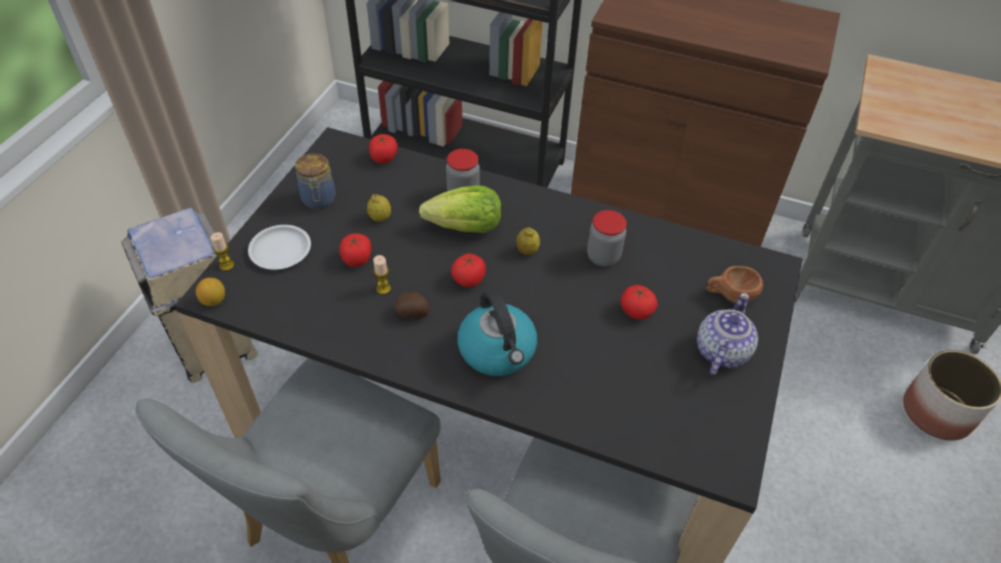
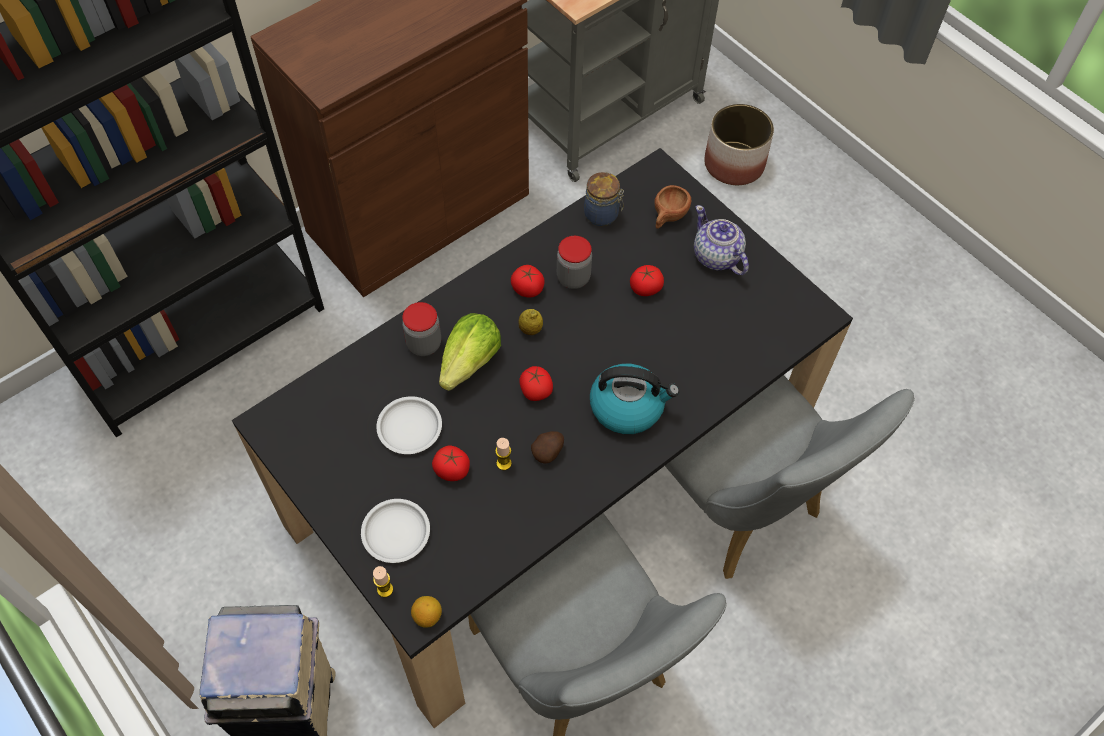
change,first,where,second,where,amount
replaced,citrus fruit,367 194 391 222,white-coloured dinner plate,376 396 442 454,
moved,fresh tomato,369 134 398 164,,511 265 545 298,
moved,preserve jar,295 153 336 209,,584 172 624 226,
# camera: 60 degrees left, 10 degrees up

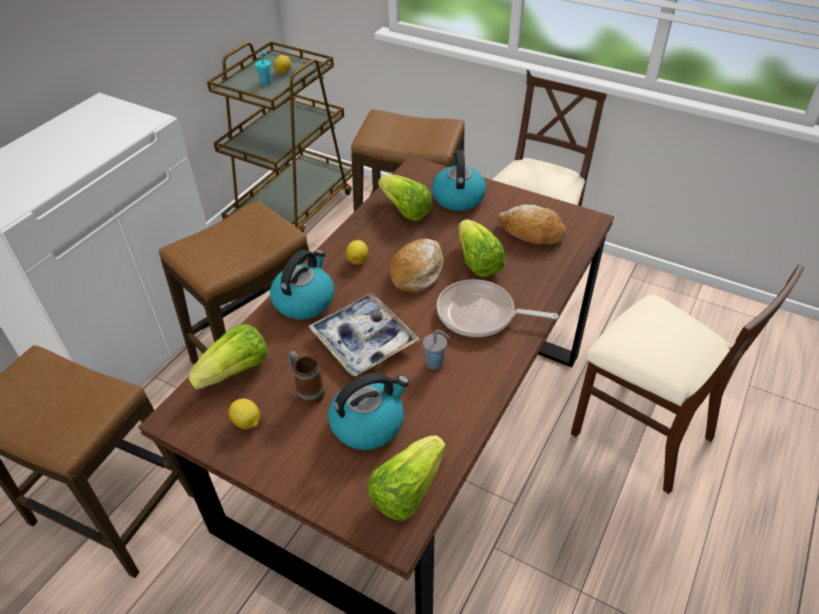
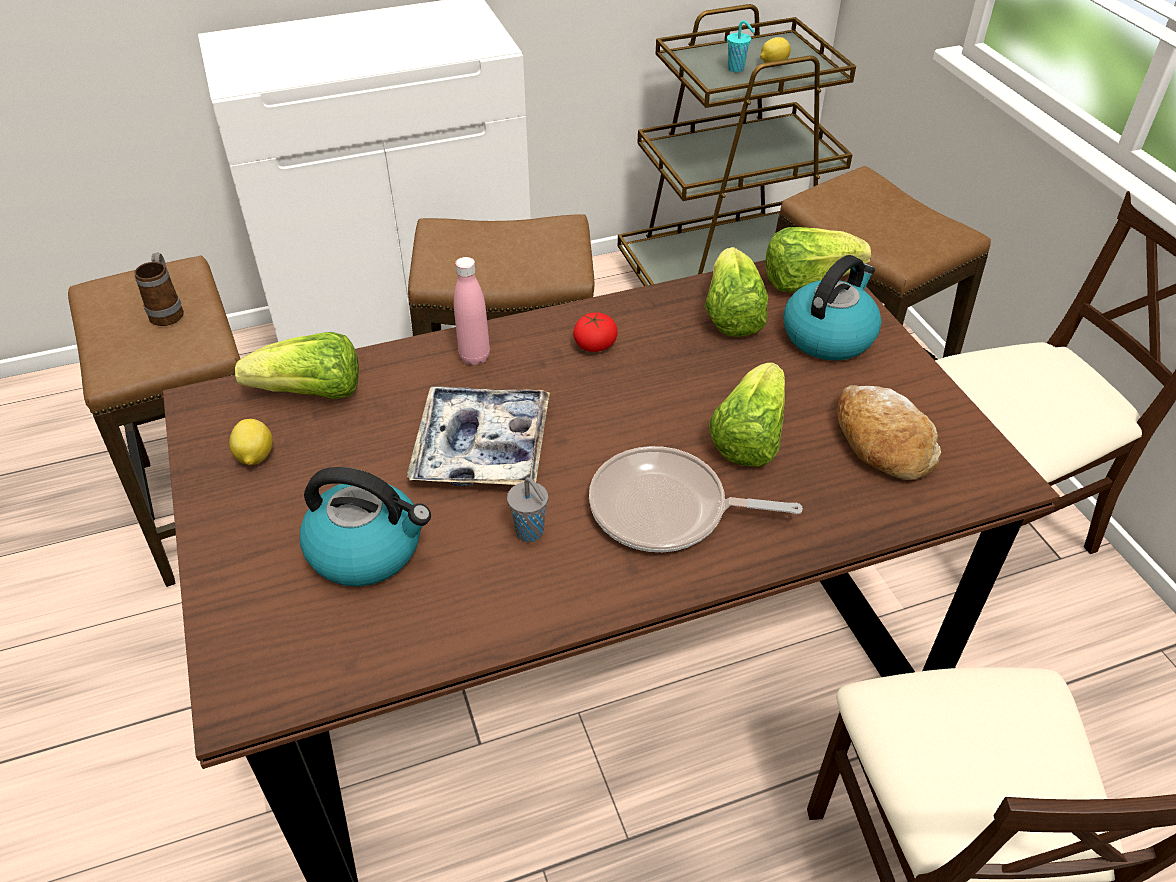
change,first,where,second,where,amount
moved,coffee mug,288 351 325 405,,134 252 184 326,
replaced,kettle,270 250 334 320,pink beverage bottle,454 257 490 366,
replaced,citrus fruit,346 240 368 265,fresh tomato,573 313 618 352,
turned,pan,437 279 559 337,,589 446 803 552,45 degrees counterclockwise
moved,lettuce head,367 435 446 521,,765 227 871 292,
removed,baked bread,389 238 444 293,,,
# camera: 40 degrees right, 0 degrees up

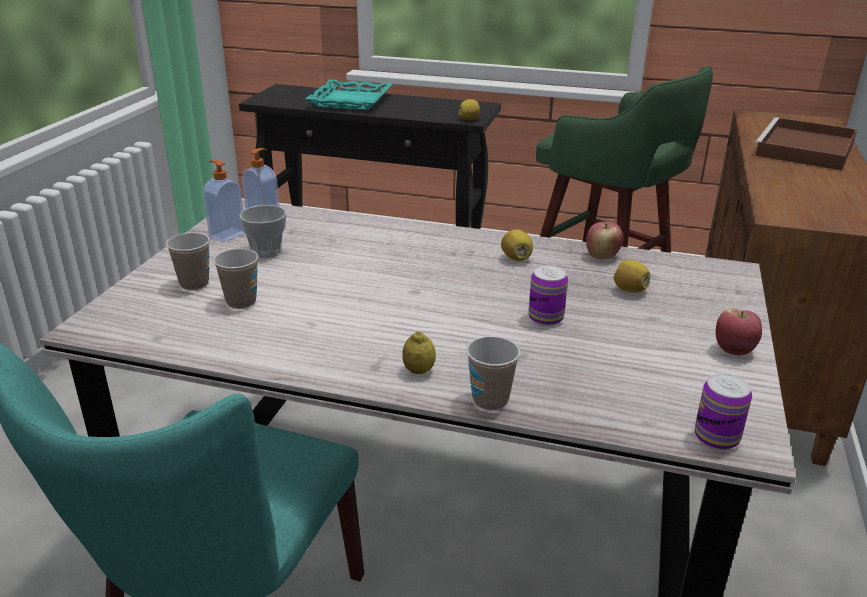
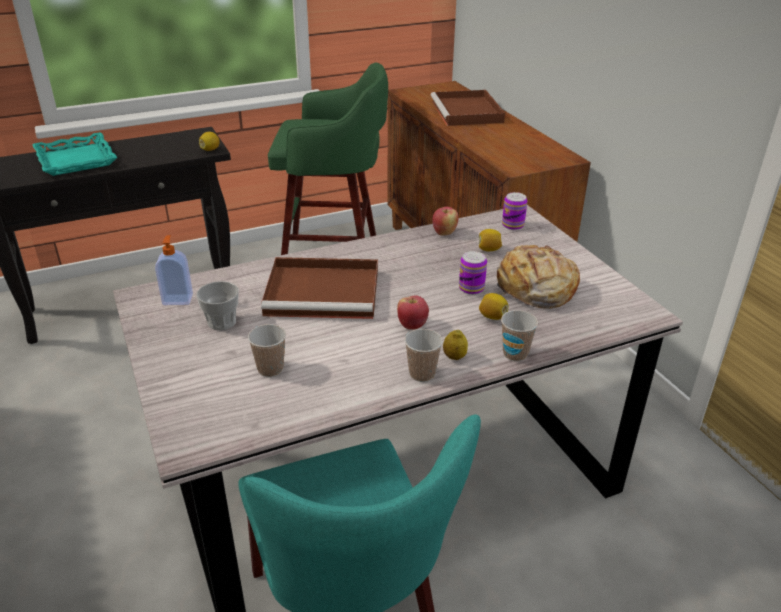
change,first,where,second,where,amount
added,,,brownish tray,261 257 378 319,
moved,apple fruit,716 308 762 355,,397 295 429 330,
moved,small cup,166 233 210 290,,405 329 443 382,
moved,citrus fruit,501 229 533 261,,479 293 508 320,
added,,,baked bread,497 245 580 309,
moved,metal can,695 374 752 450,,502 192 527 230,
removed,soap dispenser,203 160 245 242,,,
# camera: 40 degrees left, 5 degrees up

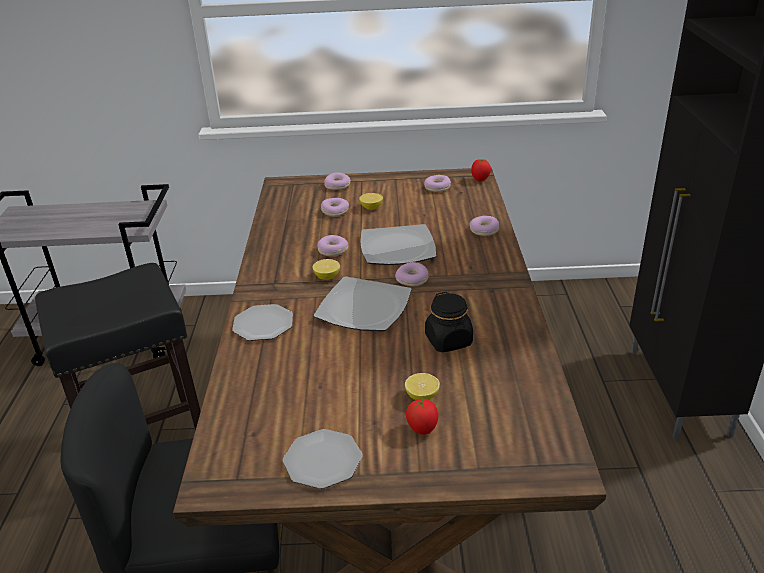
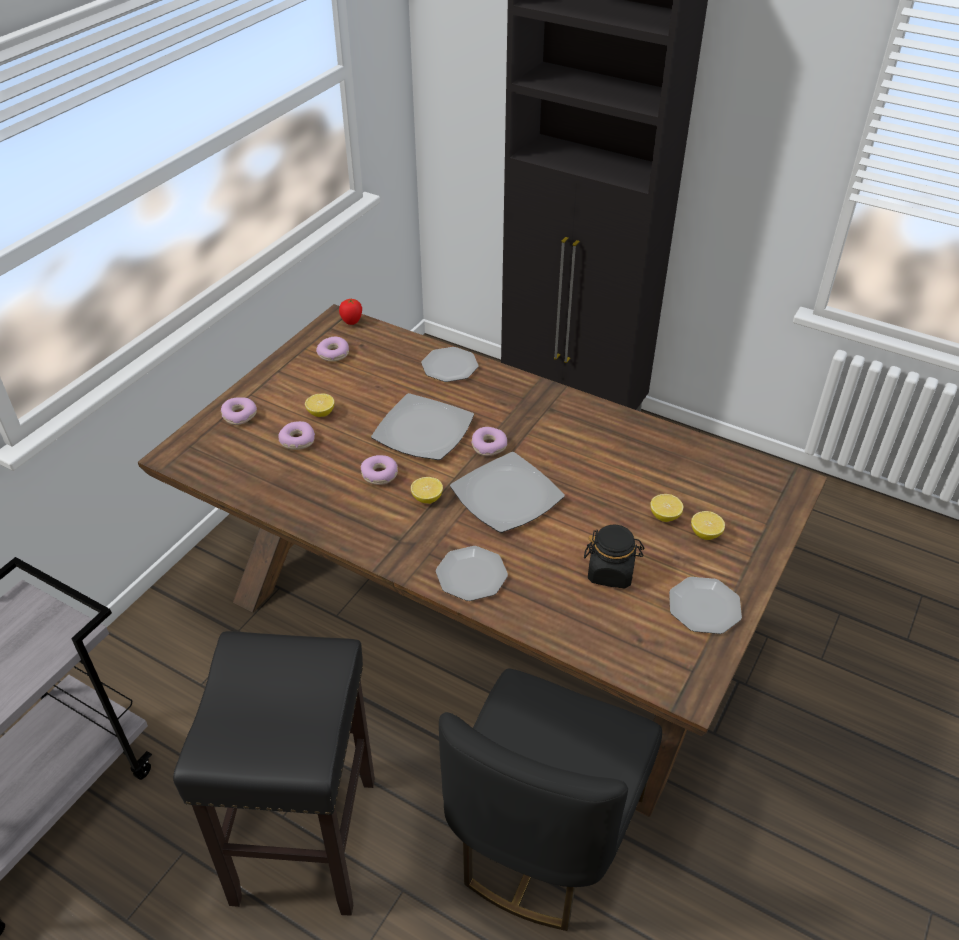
change,first,where,second,where,amount
replaced,ring doughnut,469 216 499 236,dinner plate,421 347 479 382,
moved,blackish preserve jar,425 292 473 353,,584 525 645 588,
replaced,fresh tomato,406 399 438 435,citrus fruit,691 511 725 540,
# camera: 60 degrees left, 10 degrees up

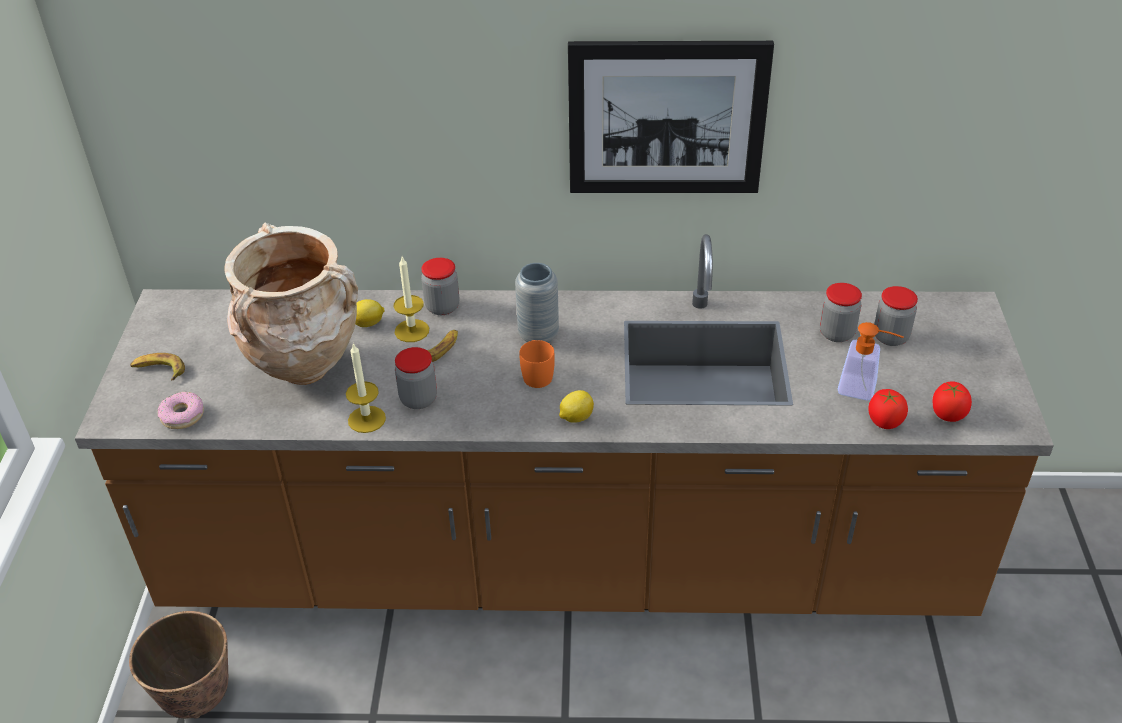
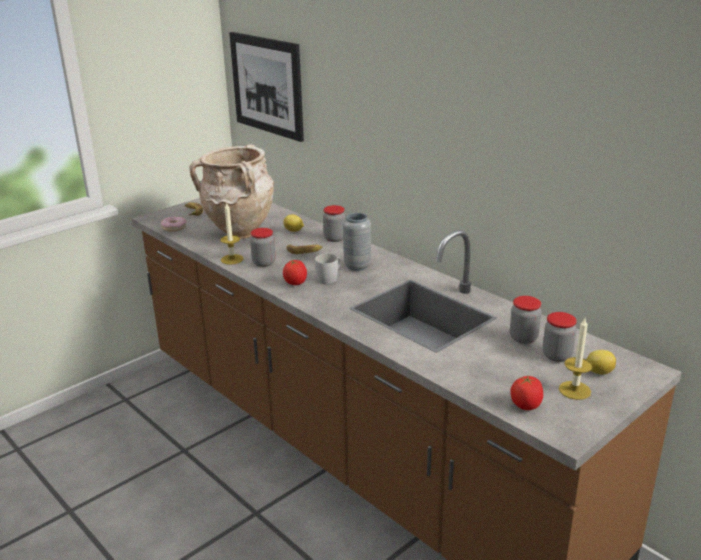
change,first,where,second,where,amount
moved,wall picture,568 41 774 193,,229 32 304 142,
moved,fresh tomato,869 389 908 429,,283 260 307 285,
recoloured,orange coffee mug,519 340 555 388,white-coloured coffee mug,315 254 340 284,
moved,wax candle,393 257 429 342,,559 318 593 400,
moved,citrus fruit,559 390 594 423,,586 350 616 374,
removed,planter,129 611 228 719,,,
removed,soap dispenser,838 322 904 400,,,
# camera: 45 degrees right, 15 degrees down

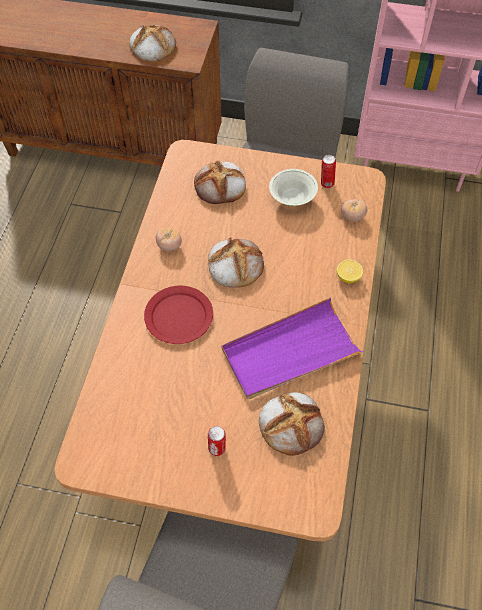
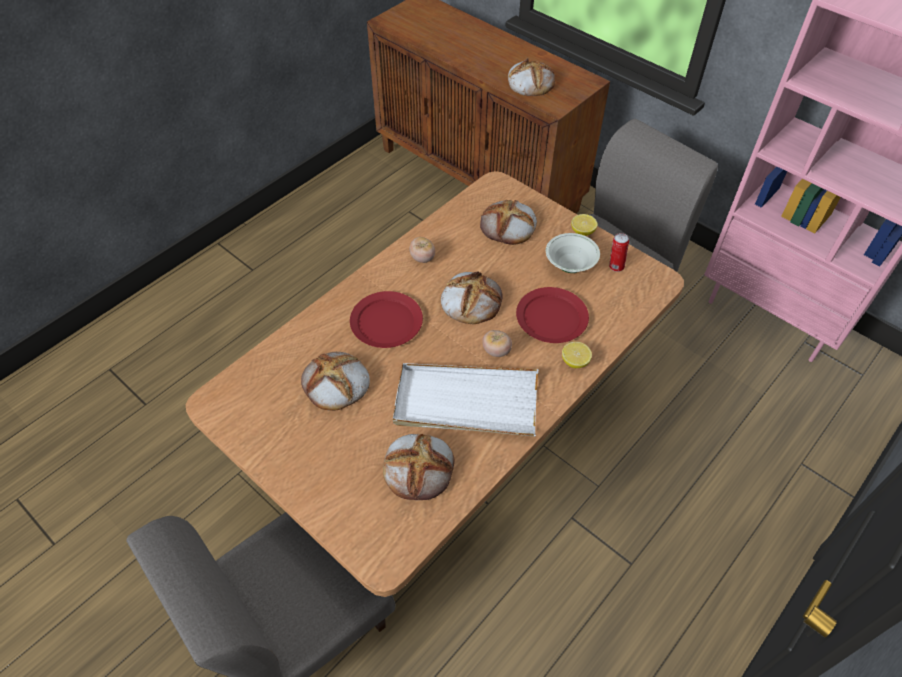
change,first,where,second,where,amount
added,,,baked bread,301 352 370 411,
recoloured,purplish tray,222 298 364 399,white-coloured tray,393 363 538 437,
moved,fresh tomato,341 199 367 221,,482 330 512 357,
added,,,red-coloured dinner plate,516 287 589 343,
added,,,citrus fruit,571 214 598 236,
removed,metal can,208 426 226 456,,,
# camera: 30 degrees right, 5 degrees down

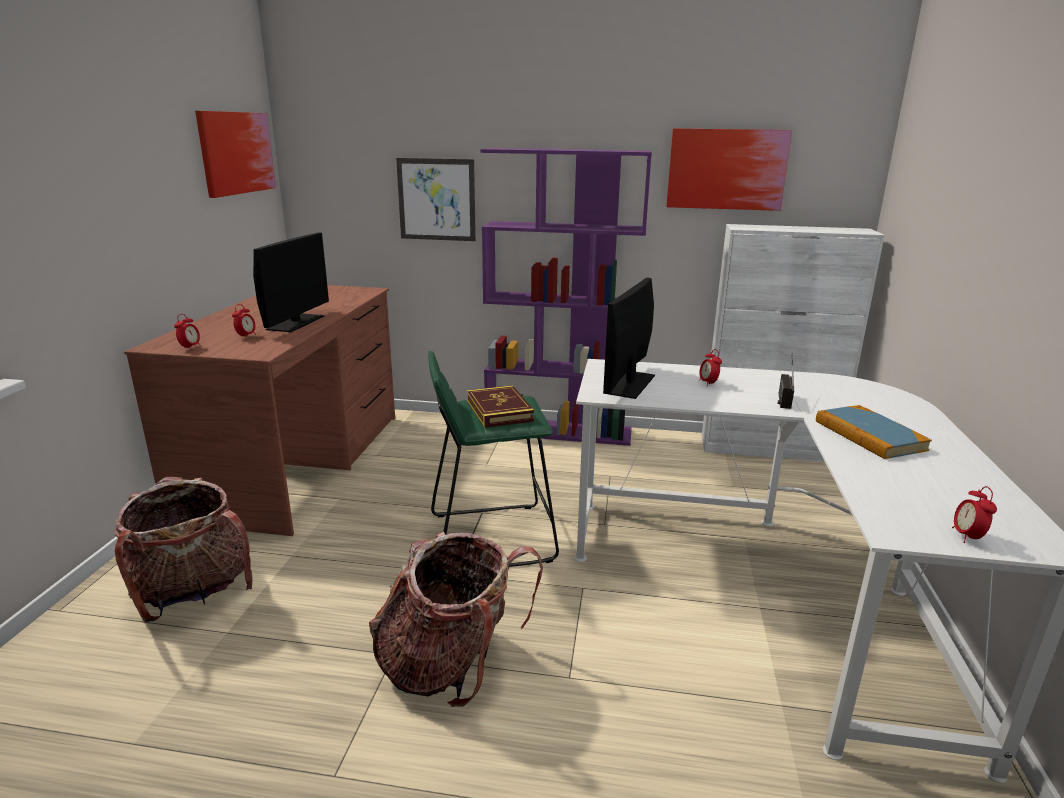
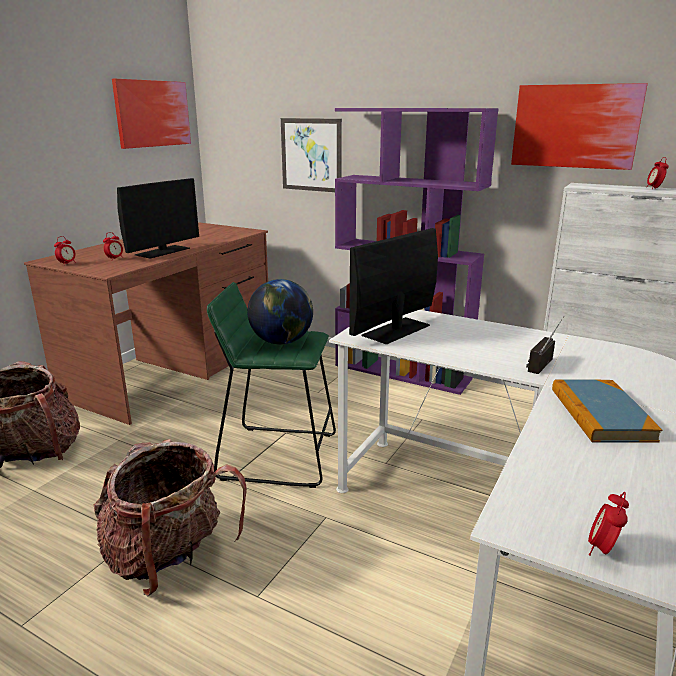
change,first,where,second,where,amount
replaced,volume,467 385 534 428,globe,247 279 313 345,
moved,table clock,699 349 722 387,,647 157 669 189,
# camera: 20 degrees right, 0 degrees up

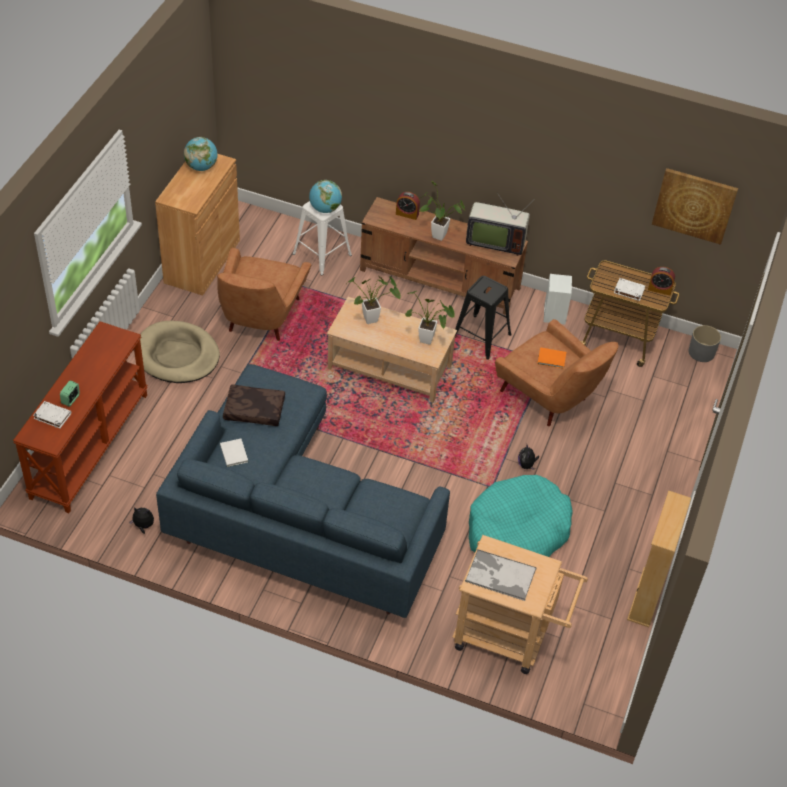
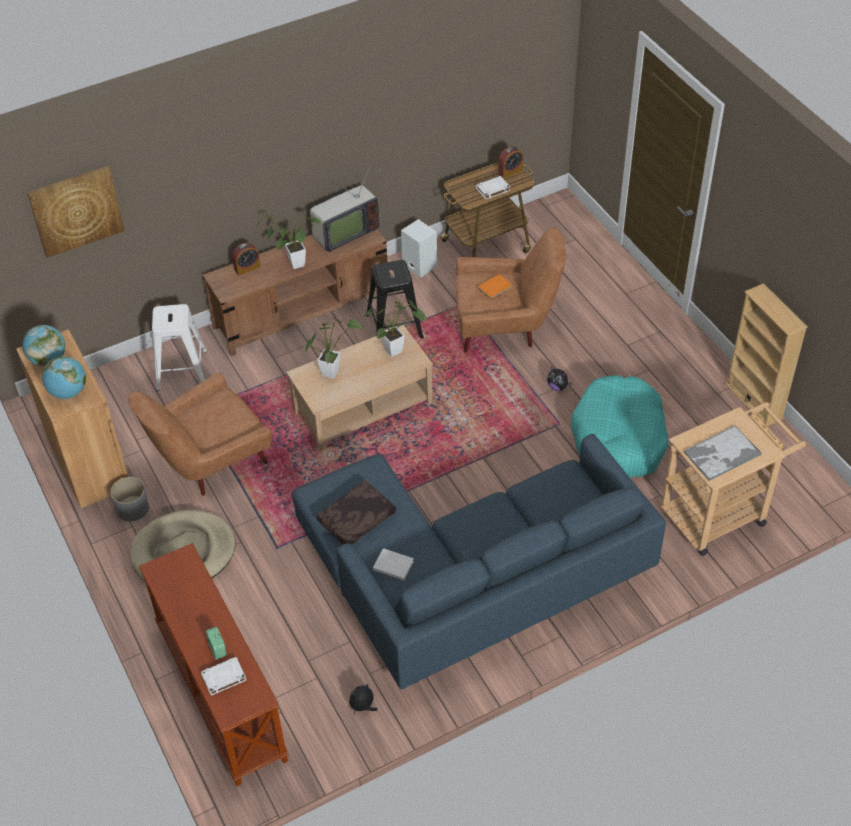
change,first,where,second,where,amount
moved,wall picture,652 168 738 245,,27 166 124 258,
moved,globe,309 180 342 213,,42 356 86 399,
moved,gray planter,689 325 721 362,,110 477 149 521,
turned,brownish lounge chair,217 248 312 341,,128 373 272 496,90 degrees clockwise
# camera: 45 degrees left, 0 degrees up

